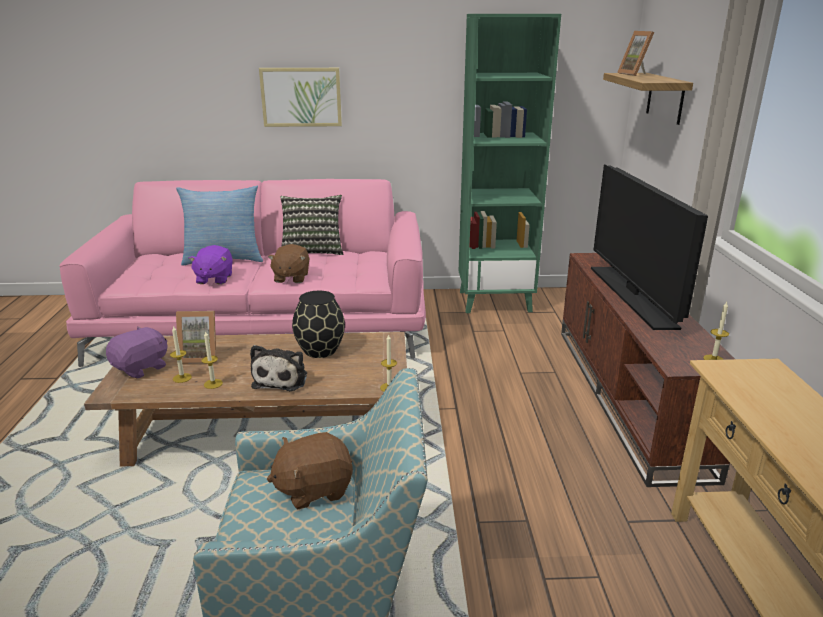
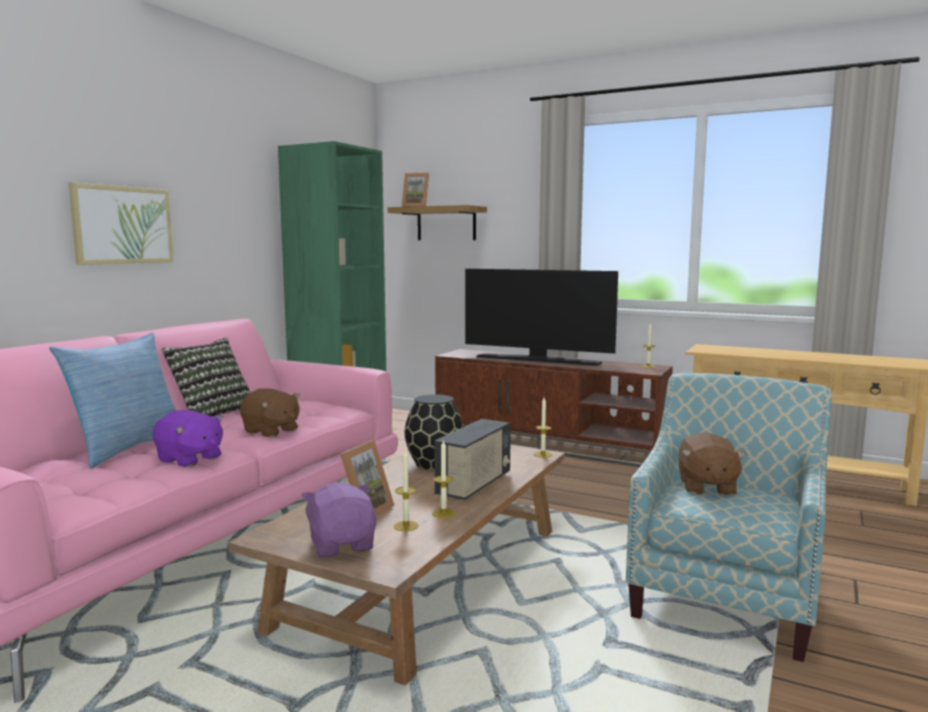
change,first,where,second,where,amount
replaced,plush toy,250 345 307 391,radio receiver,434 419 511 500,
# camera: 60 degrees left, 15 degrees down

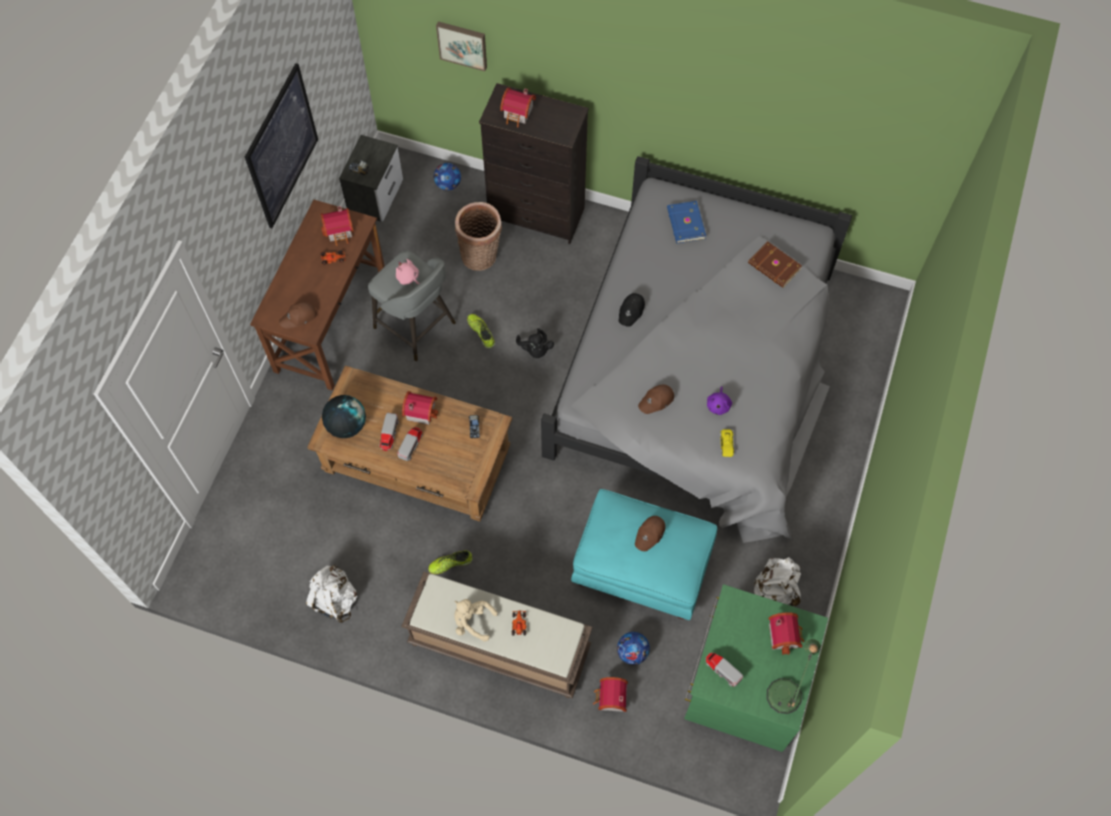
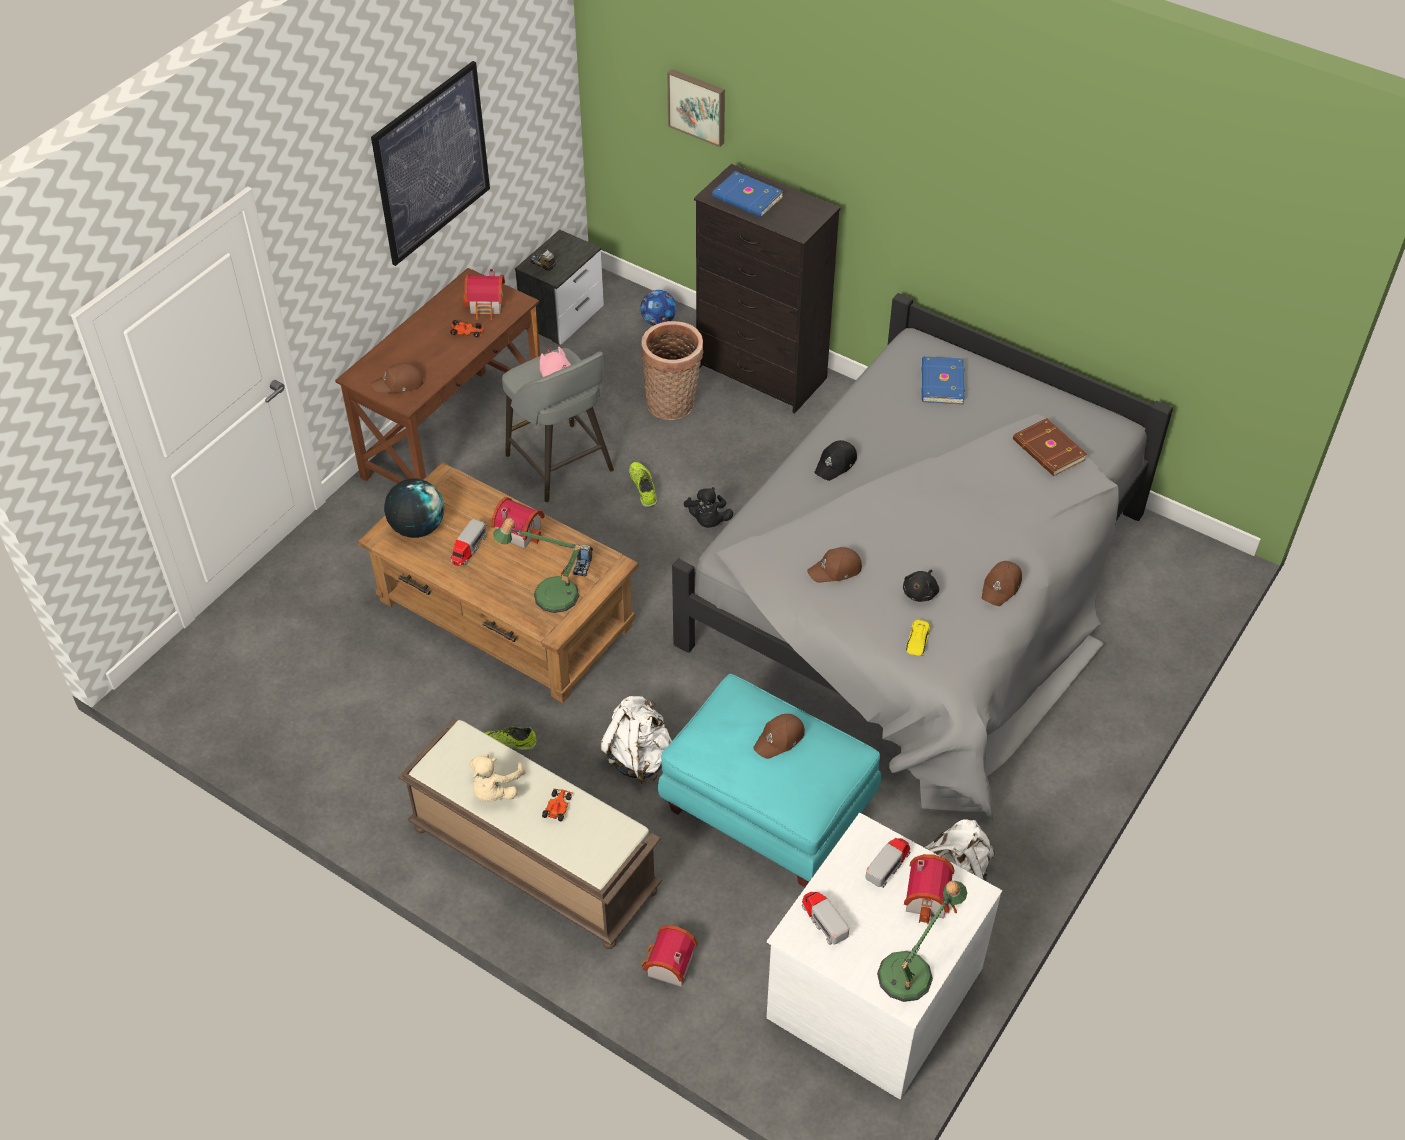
change,first,where,second,where,amount
turned,beige plush toy,454 599 498 642,,469 754 525 802,105 degrees counterclockwise
added,,,tabletop lamp,493 518 584 613,
moved,white-coloured rucksack,306 564 357 623,,600 696 672 784,
replaced,miniature house,500 88 536 128,bluish volume,712 171 784 217,
recoloured,green dresser,684 584 828 752,white-coloured dresser,767 813 1002 1099,
moved,toy lorry,397 427 423 461,,866 838 910 888,
recoloured,purplish plush toy,707 386 732 415,blackish plush toy,903 570 939 602,
added,,,brownish cap,982 561 1022 606,
removed,football,617 632 650 665,,,
# camera: 15 degrees right, 15 degrees down

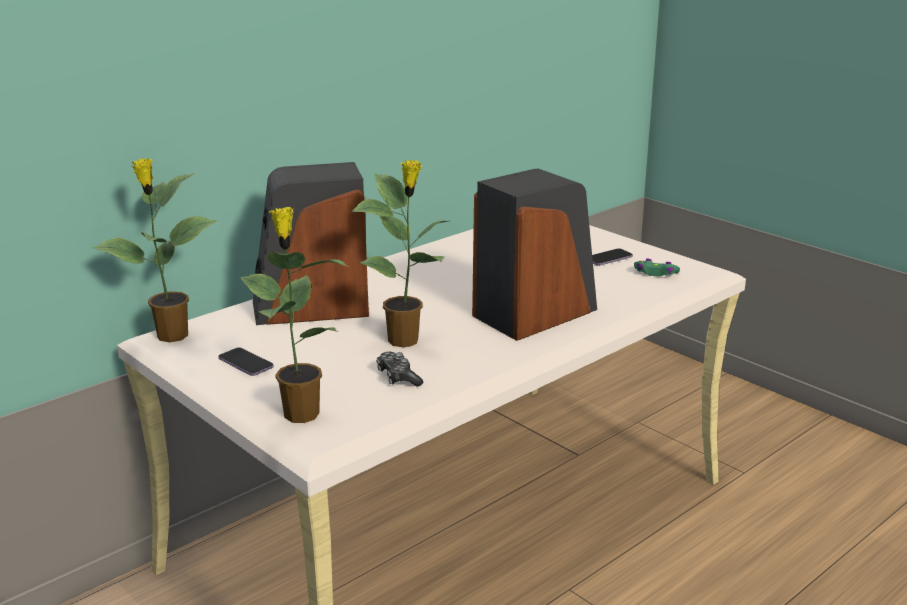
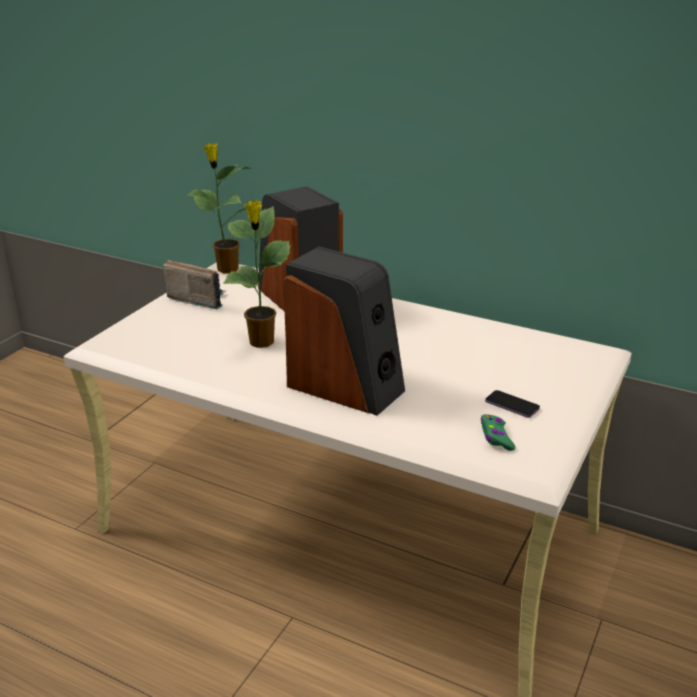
change,first,where,second,where,amount
replaced,handset,218 348 274 376,radio receiver,163 260 226 309,
removed,plant in a pot,239 207 349 423,,,
removed,gamepad,376 352 423 387,,,
# camera: 70 degrees right, 5 degrees up

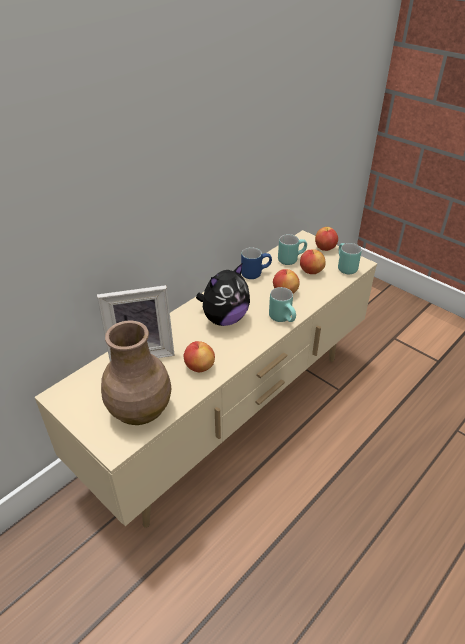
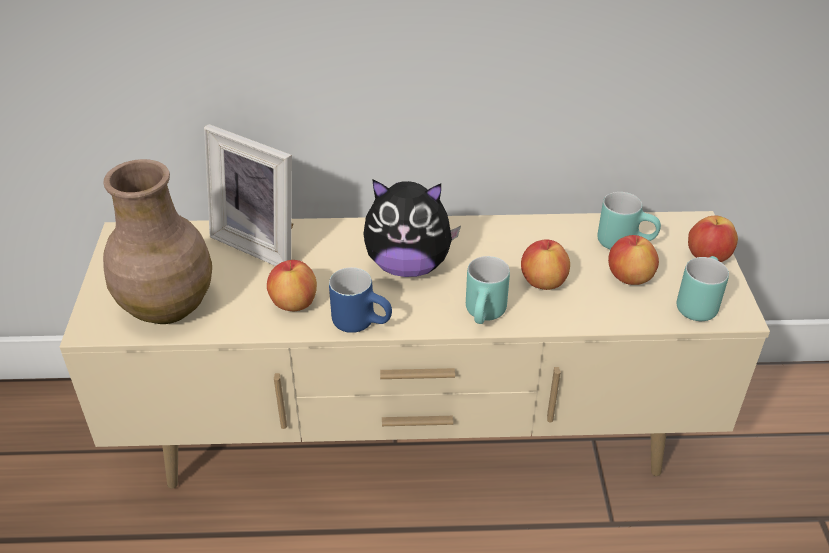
change,first,where,second,where,amount
moved,bluish coffee mug,241 247 272 279,,329 267 392 333,
# camera: 45 degrees right, 0 degrees up

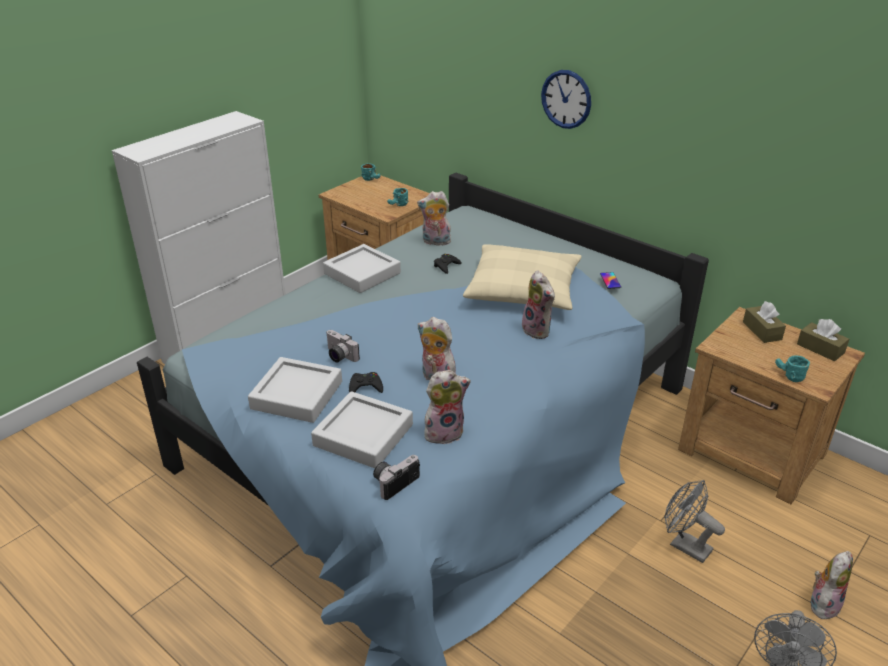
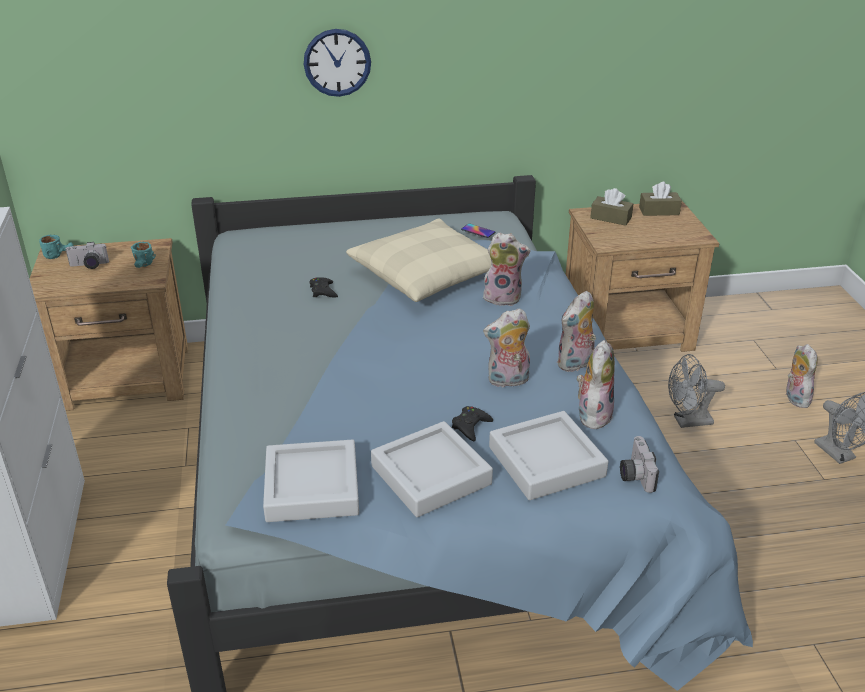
change,first,where,second,where,amount
moved,still camera,326 330 360 362,,65 242 109 269,
moved,gray tray,323 244 401 293,,263 440 359 522,
moved,plush toy,417 191 453 245,,557 291 596 373,
removed,turquoise-coloured coffee mug,775 355 810 382,,,
# camera: 50 degrees left, 0 degrees up

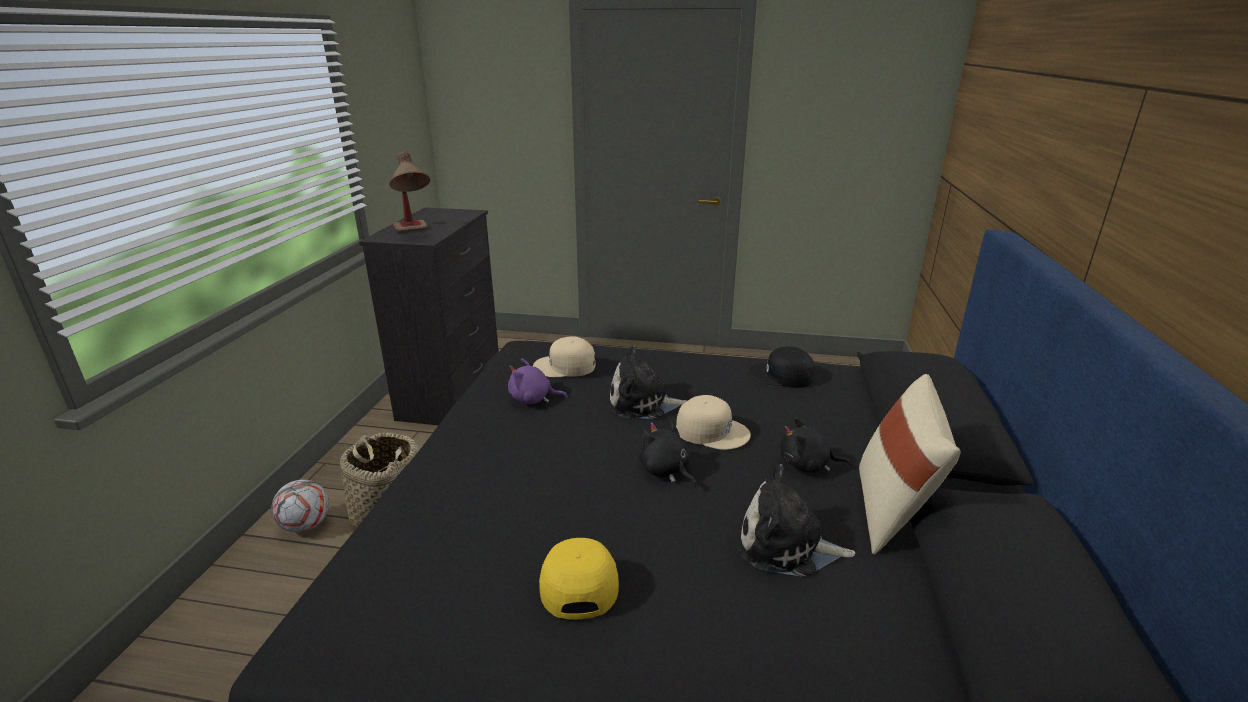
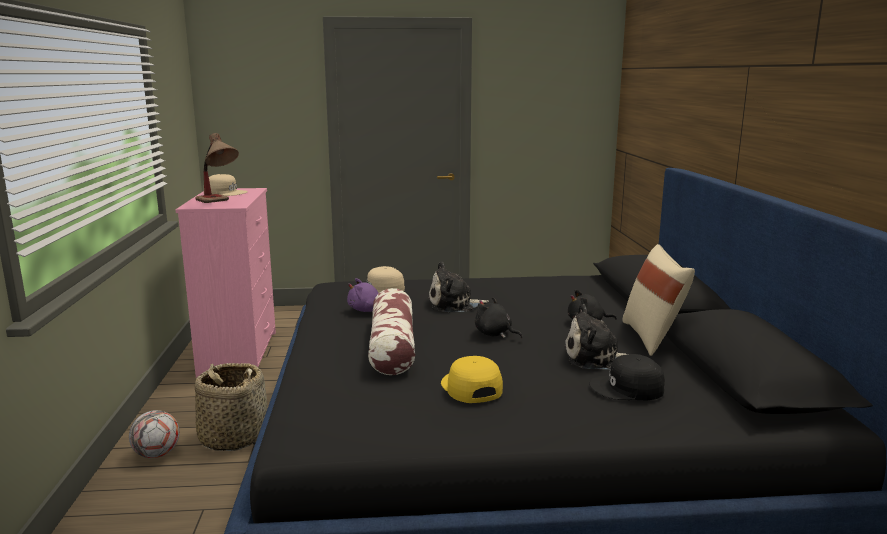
change,first,where,second,where,amount
recoloured,blackish dresser,359 208 499 425,pink dresser,175 188 276 378,
moved,beige cap,676 395 751 450,,209 174 248 196,
added,,,pillow,368 288 415 375,
moved,blackish cap,749 347 815 388,,589 354 665 401,
# camera: 15 degrees left, 10 degrees down

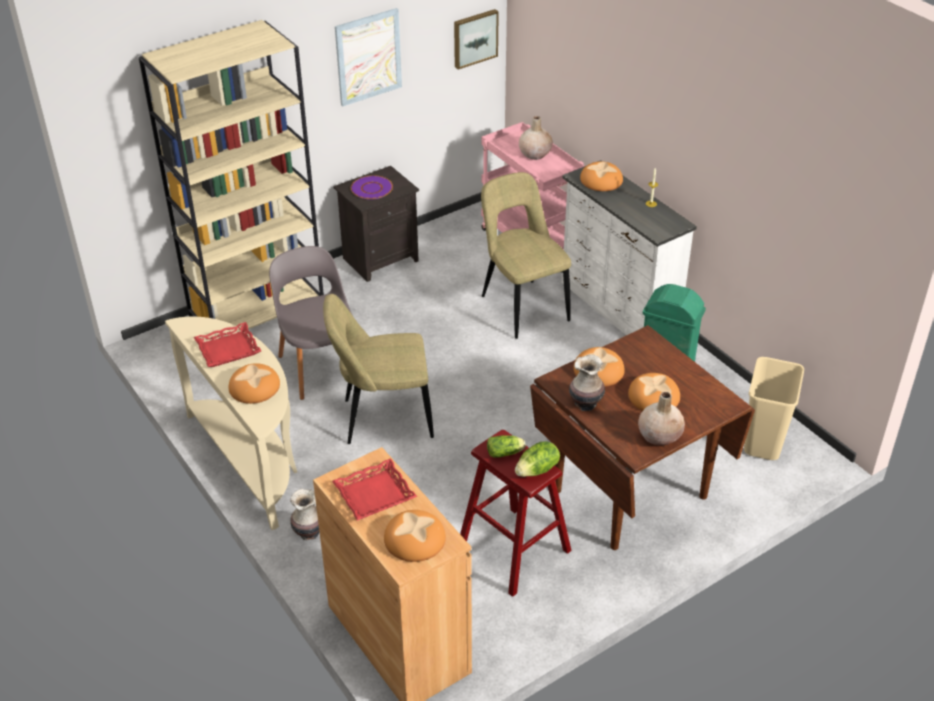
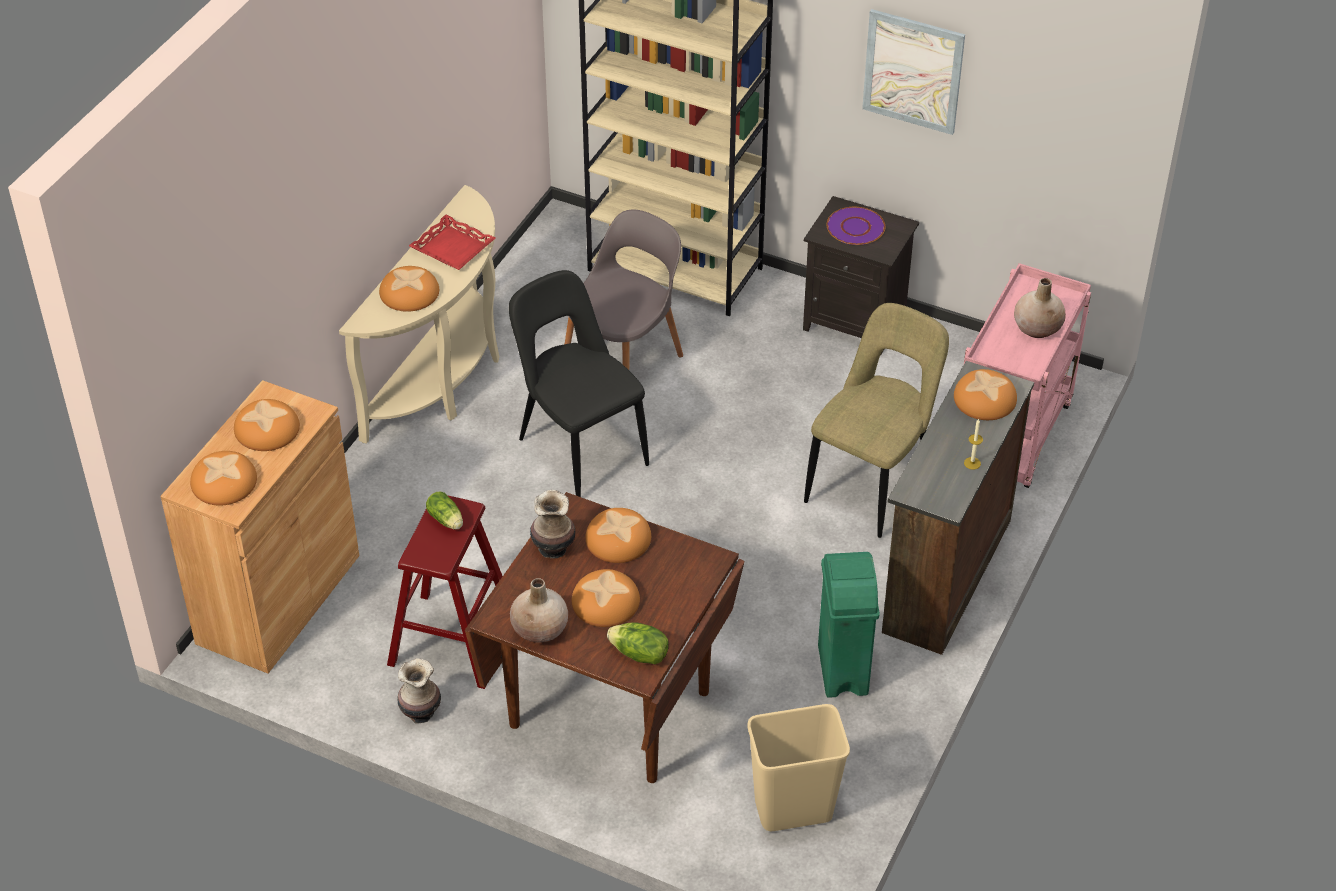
change,first,where,second,where,amount
replaced,red-coloured tray,332 458 417 521,baked bread,234 399 300 451,
moved,vase,290 489 319 540,,397 658 441 724,
recoloured,beige chair,323 294 434 444,blackish chair,509 270 649 497,
moved,lettuce head,515 441 560 477,,607 622 669 664,
recoloured,white-coloured dresser,562 160 697 335,brownish dresser,882 361 1034 655,
removed,wall picture,454 9 499 70,,,
# camera: 60 degrees right, 5 degrees up

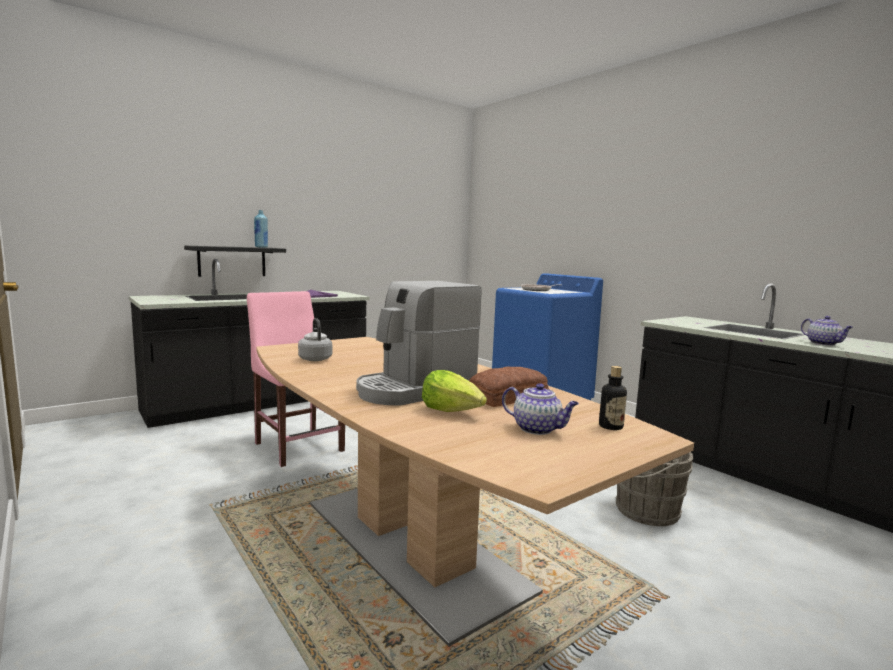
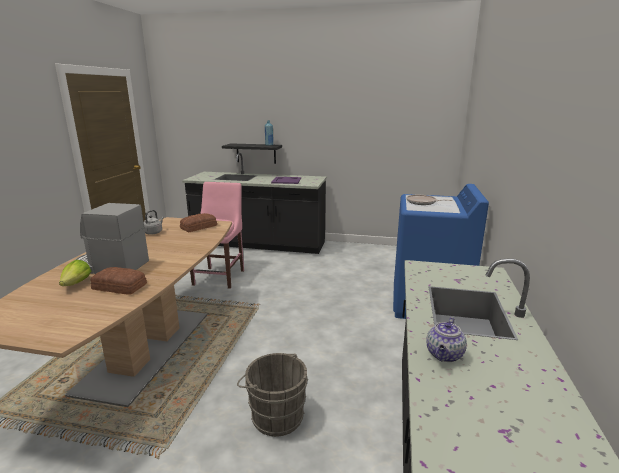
change,first,where,second,where,amount
added,,,baked bread,180 213 217 232,
removed,tea pot,502 383 579 435,,,
removed,beverage bottle,599 366 627 430,,,
# camera: 50 degrees right, 10 degrees up

